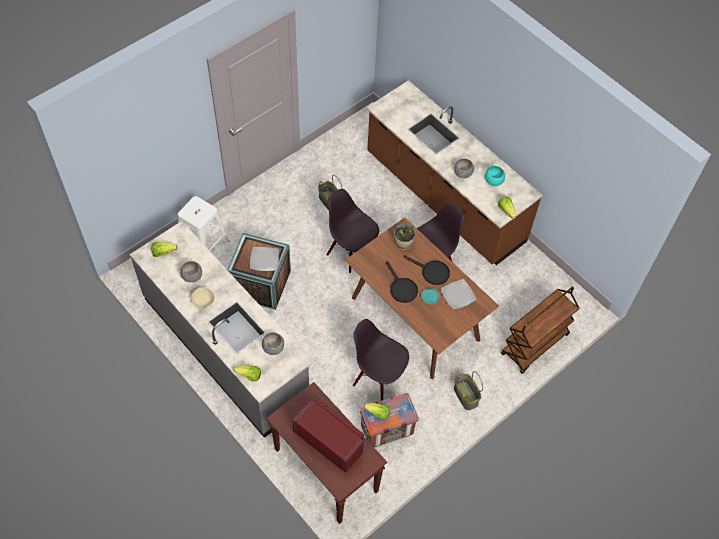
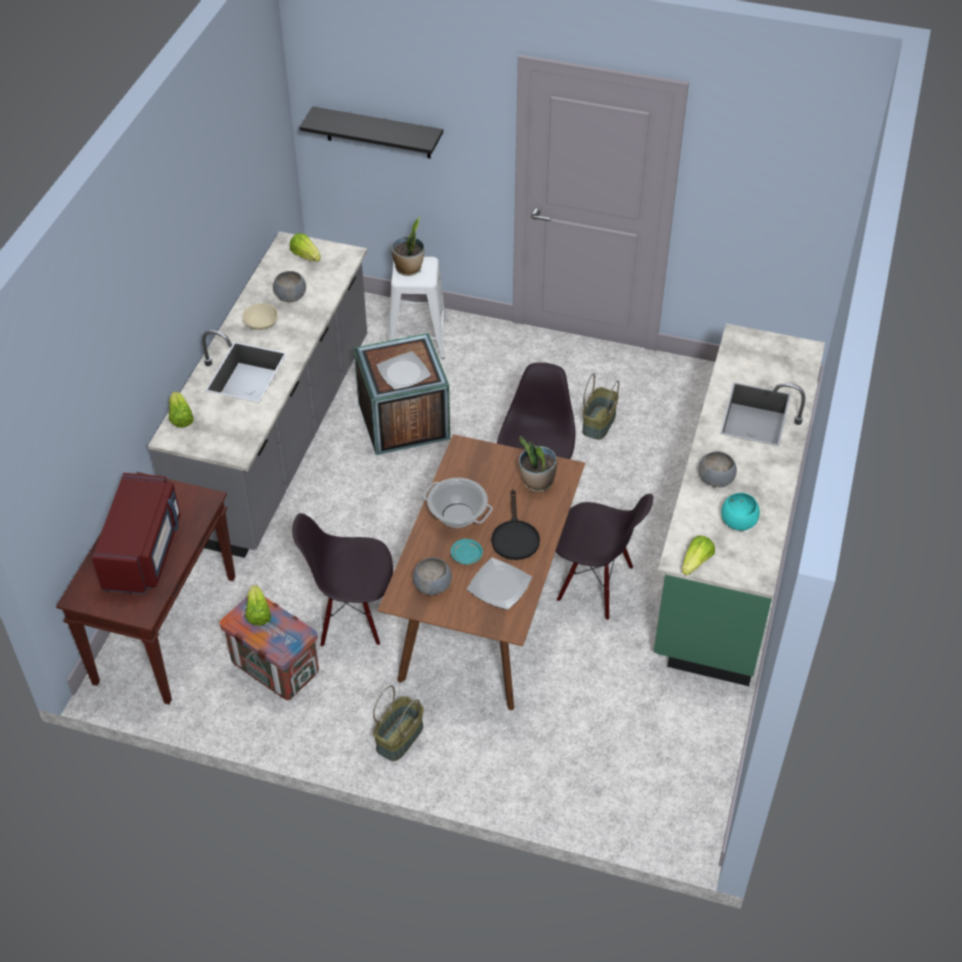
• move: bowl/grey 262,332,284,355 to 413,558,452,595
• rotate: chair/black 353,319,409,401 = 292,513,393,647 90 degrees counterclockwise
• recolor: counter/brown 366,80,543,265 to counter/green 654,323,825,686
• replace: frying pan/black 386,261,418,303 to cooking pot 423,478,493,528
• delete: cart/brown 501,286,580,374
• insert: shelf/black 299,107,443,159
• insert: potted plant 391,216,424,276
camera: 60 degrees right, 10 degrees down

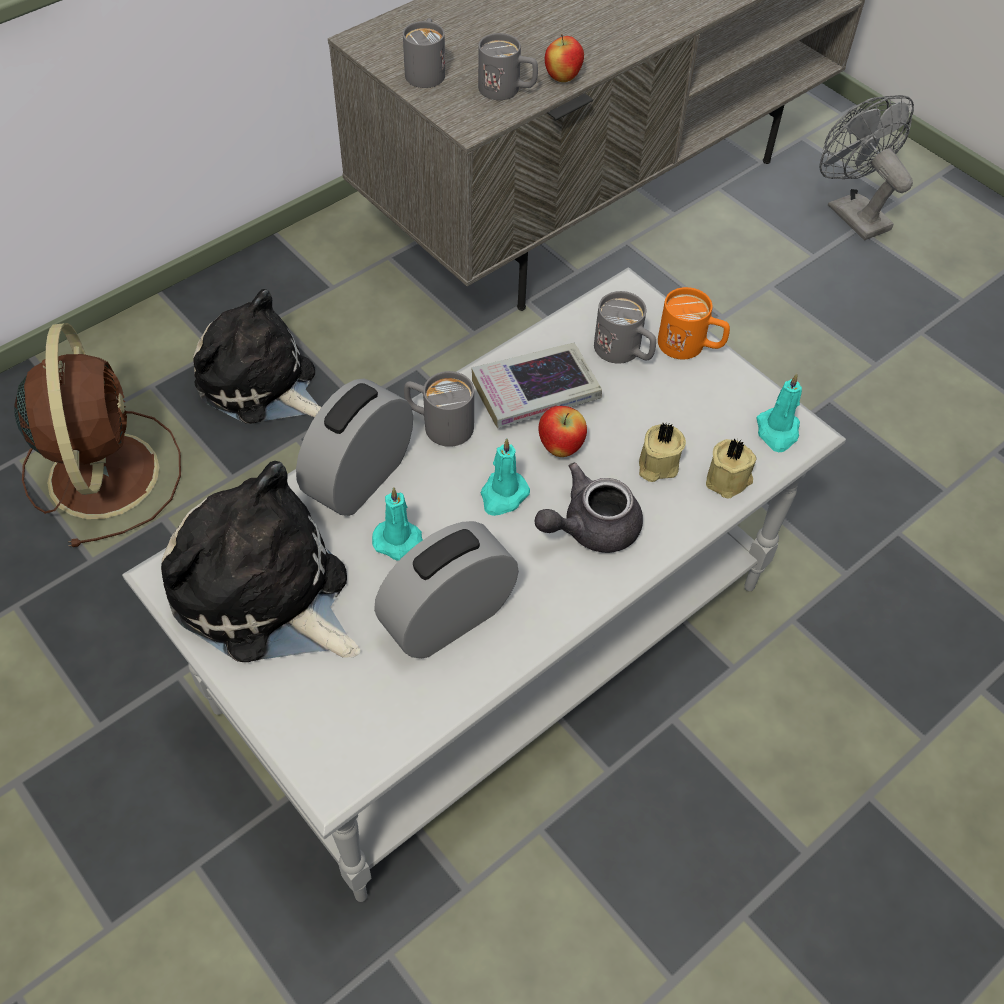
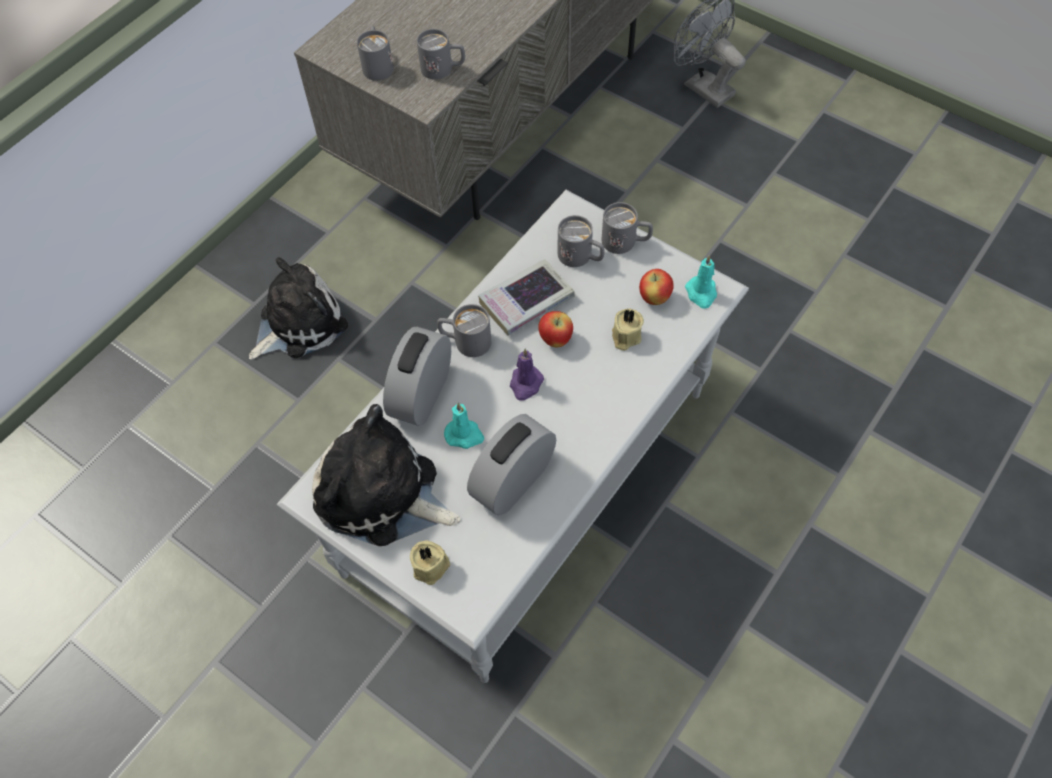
• delete: fan/brown 14,323,181,547
• rotate: plush toy 193,289,321,424 = 249,257,348,360 120 degrees clockwise
• recolor: candle/turquoise 481,438,530,516 to candle/purple 510,349,544,401
• delete: teapot/grey 534,463,643,553
• move: apple 545,34,584,82 to 639,269,674,305
• recolor: mug/orange 658,287,730,359 to mug/grey 602,202,653,254
• move: candle/beige 706,438,757,499 to 410,540,450,585
camera: 10 degrees left, 5 degrees up

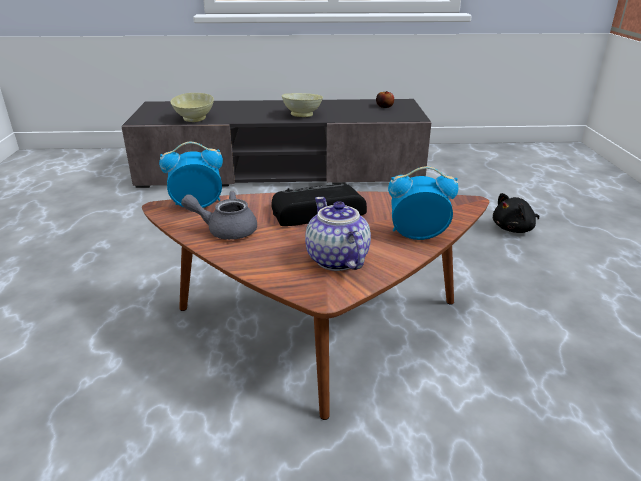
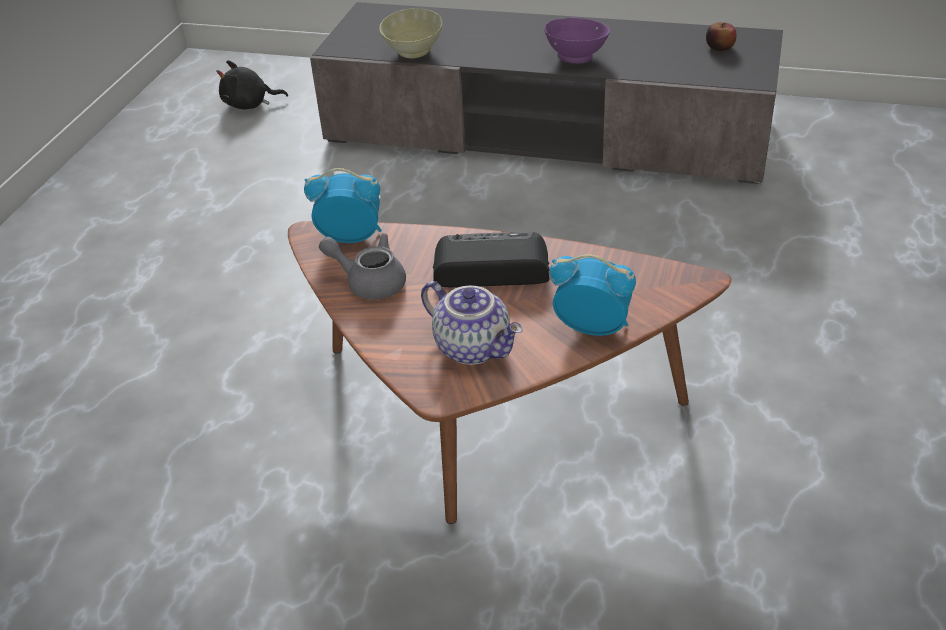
• recolor: bowl/beige 282,93,323,117 to bowl/purple 544,18,610,64
• rotate: teapot 305,197,371,271 = 421,281,523,365 135 degrees clockwise
• move: plush toy/black 493,193,539,233 to 216,60,288,110
camera: 20 degrees right, 10 degrees up

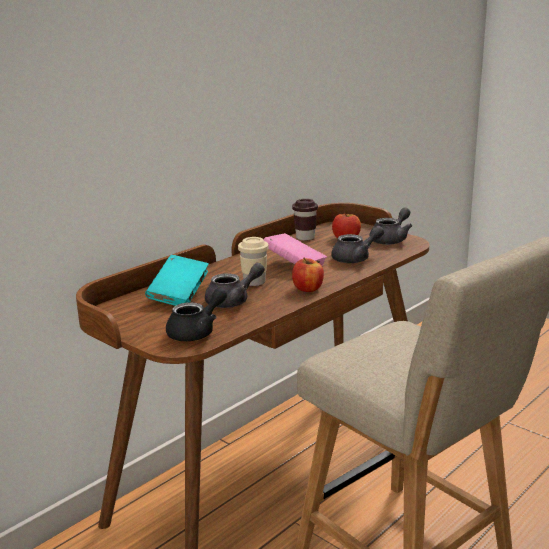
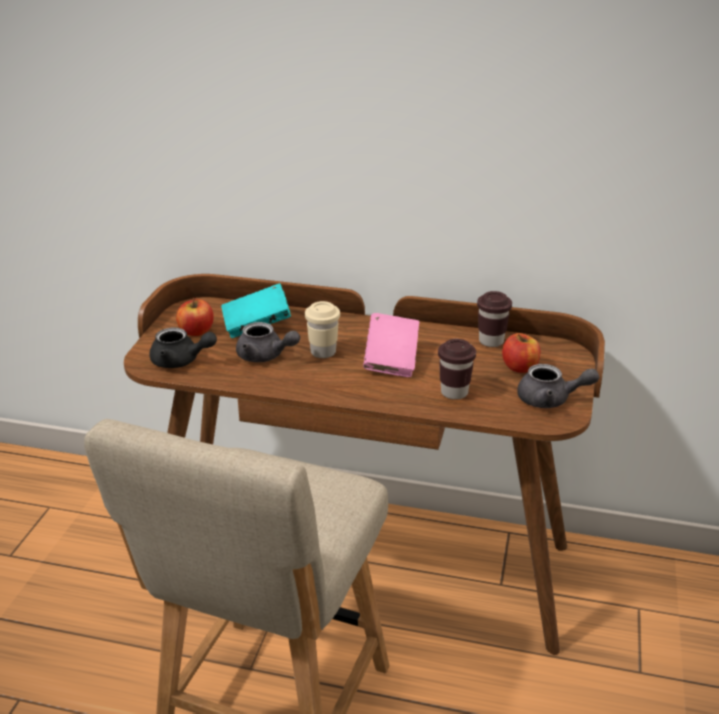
• move: apple 292,257,324,292 to 176,298,214,336
• replace: teapot/grey 331,226,384,263 to cup/brown 438,339,476,400
camera: 60 degrees right, 10 degrees up

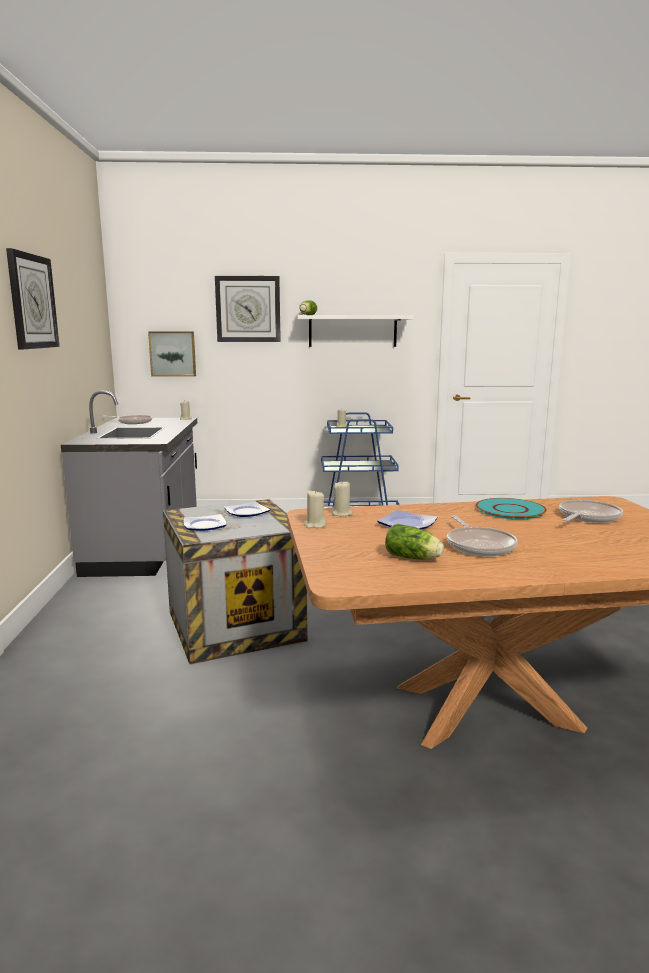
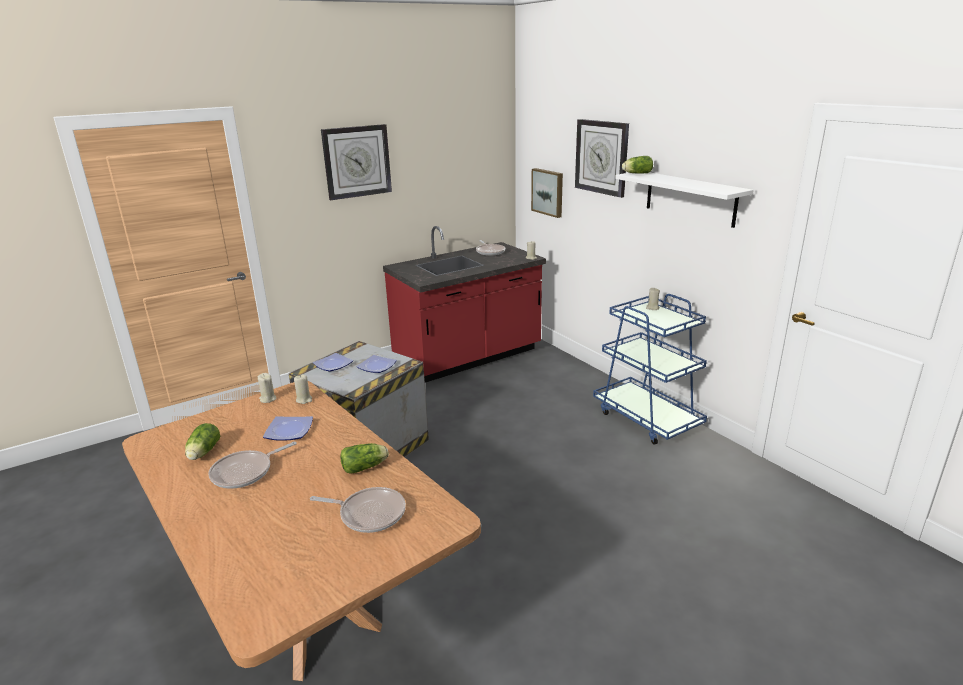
• recolor: counter/grey 61,391,197,577 to counter/red 383,226,546,383
• replace: plate/turquoise 476,498,547,519 to lettuce 340,443,389,474
camera: 60 degrees right, 10 degrees up

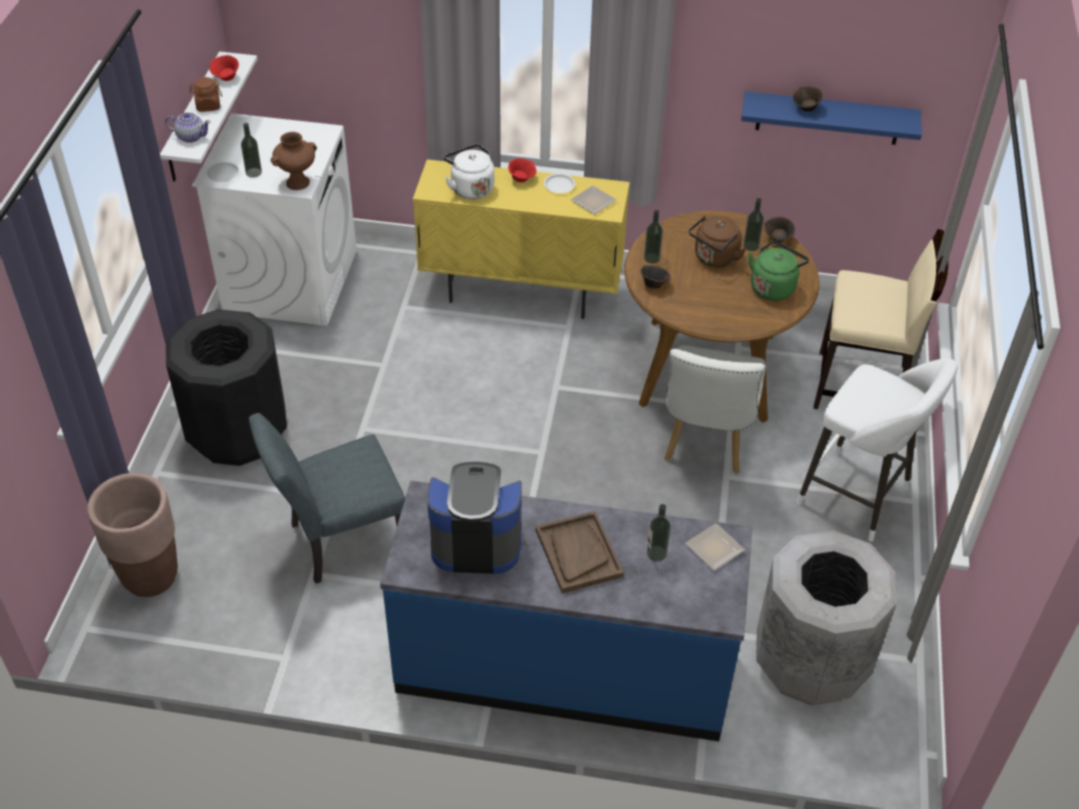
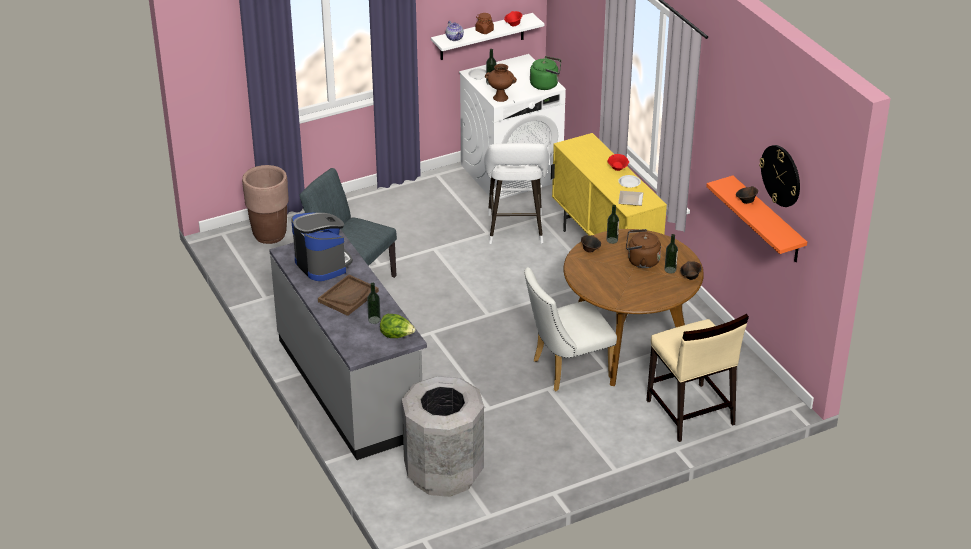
• delete: trash can/black 166,309,287,466
• recolor: counter/blue 380,481,752,741 to counter/grey 269,229,427,460
• delete: kettle/white 443,144,494,199
• replace: plate 685,523,745,570 to lettuce 380,314,415,338
• recolor: shelf/blue 741,91,922,145 to shelf/orange 706,175,807,262
• move: kettle/green 748,241,809,301 to 530,56,561,90
• move: stool/white 796,358,958,542 to 484,143,549,244
• insert: wall clock 759,145,800,207
camera: 55 degrees right, 10 degrees down

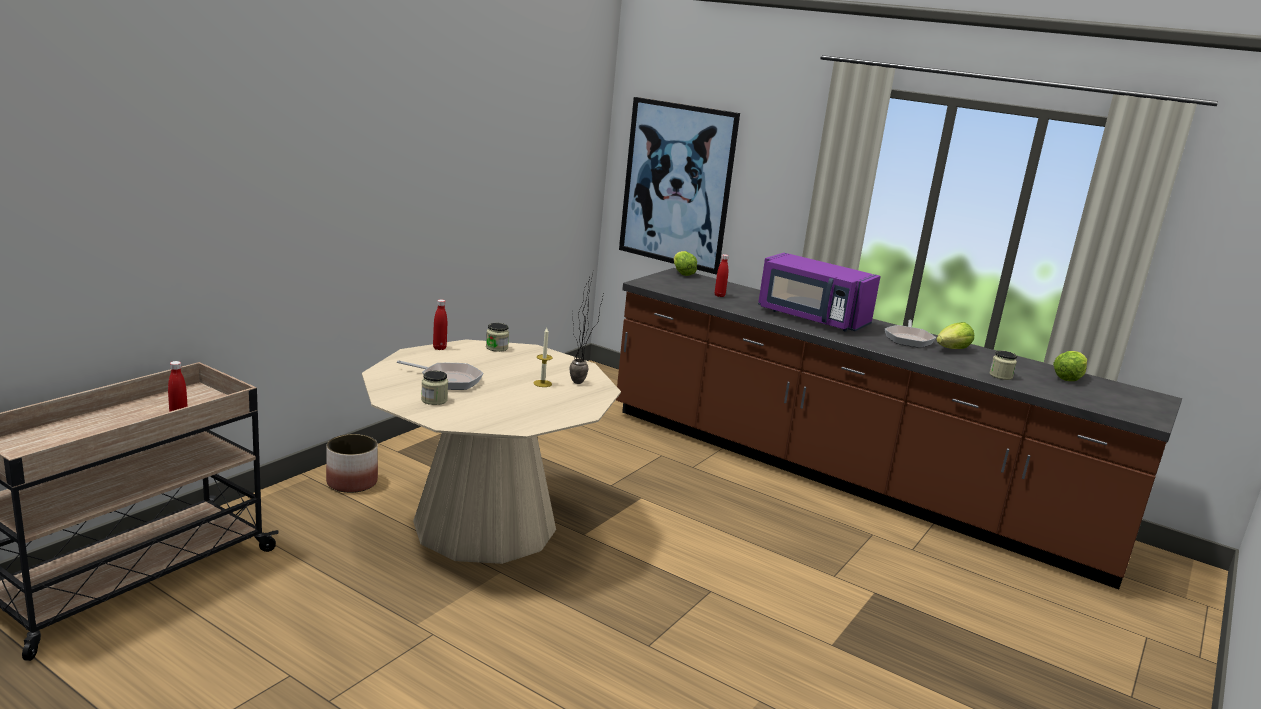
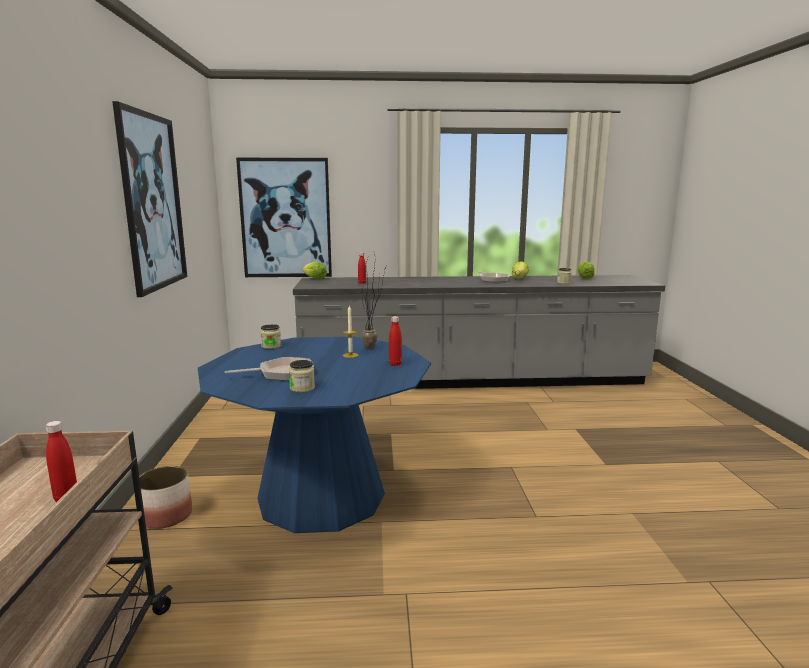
• recolor: dining table/beige 362,339,621,564 to dining table/blue 198,337,431,533
• move: bottle/red 433,299,447,350 to 389,316,402,366
• recolor: counter/brown 616,268,1182,590 to counter/grey 293,275,665,389
• delete: microwave/purple 758,253,881,332
• insert: picture 112,101,187,297
camera: 35 degrees left, 5 degrees down

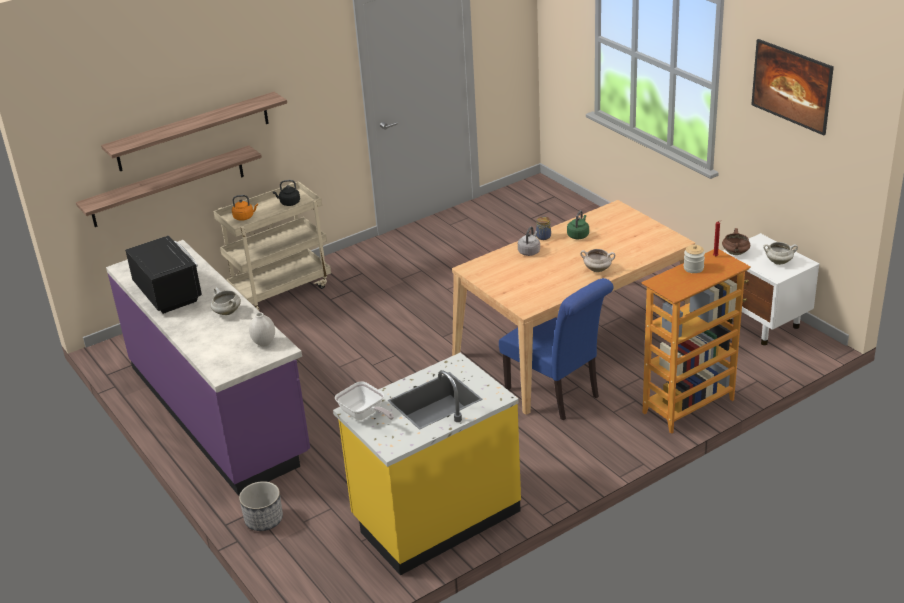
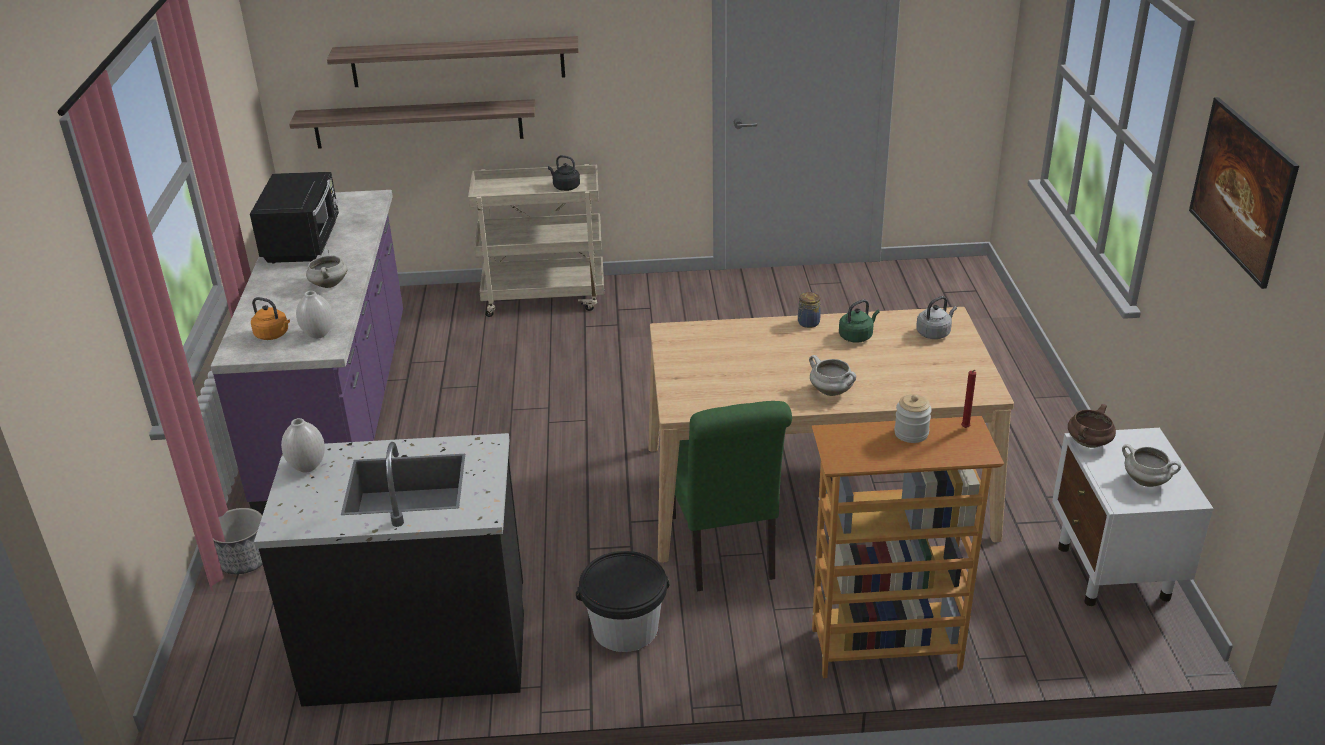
• move: kettle/orange 232,195,258,221 to 251,297,290,340
• recolor: counter/yellow 333,353,521,576 to counter/black 254,433,524,707
• replace: frying pan 335,381,394,420 to vase/white 281,418,325,473
• recolor: chair/blue 499,278,614,420 to chair/green 672,401,792,591
• move: kettle/grey 518,226,540,256 to 916,296,957,339
• insert: bucket/black 576,551,669,652
camera: 30 degrees right, 0 degrees up

